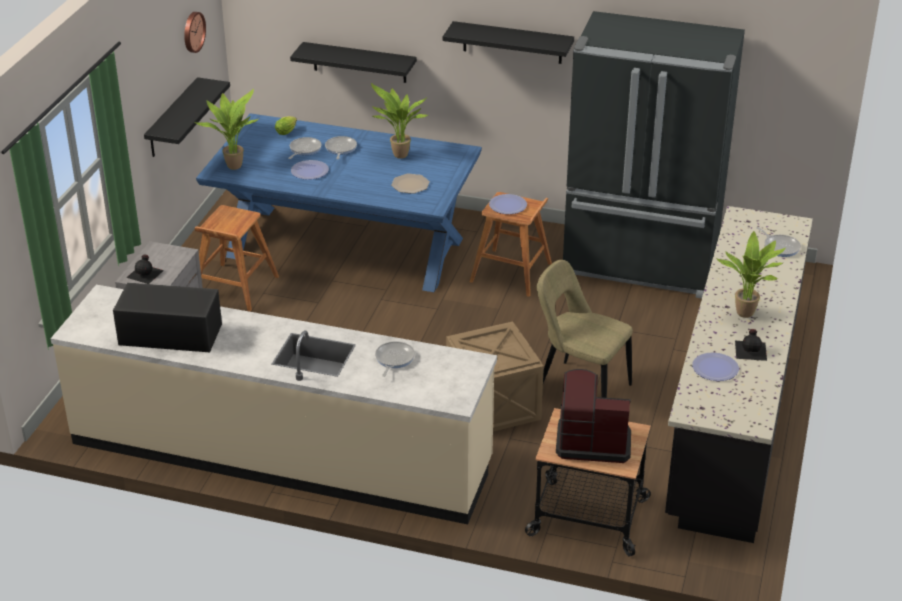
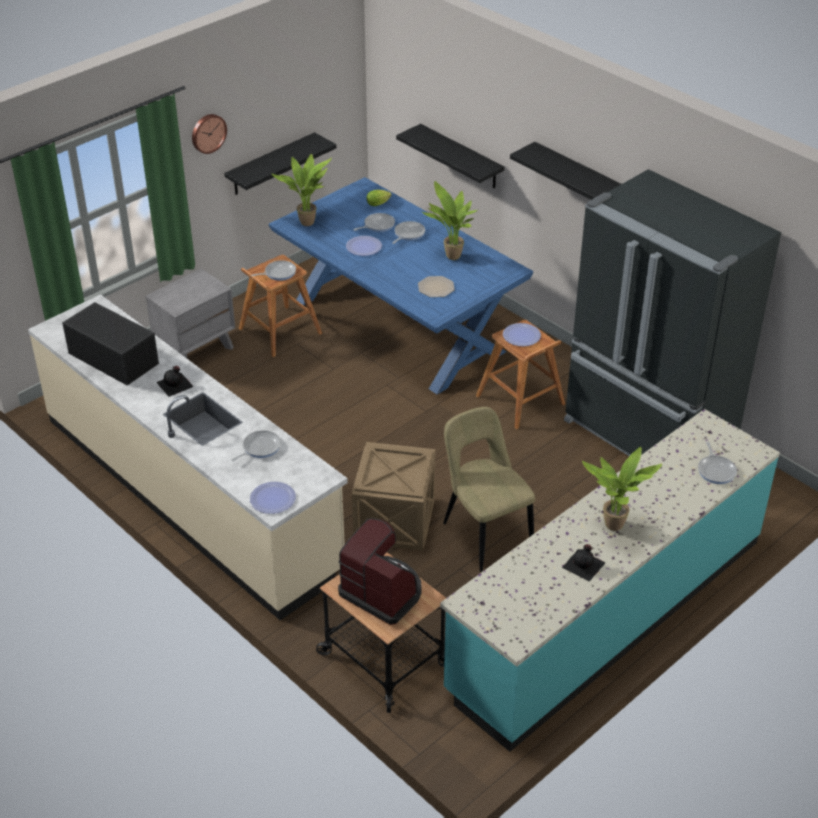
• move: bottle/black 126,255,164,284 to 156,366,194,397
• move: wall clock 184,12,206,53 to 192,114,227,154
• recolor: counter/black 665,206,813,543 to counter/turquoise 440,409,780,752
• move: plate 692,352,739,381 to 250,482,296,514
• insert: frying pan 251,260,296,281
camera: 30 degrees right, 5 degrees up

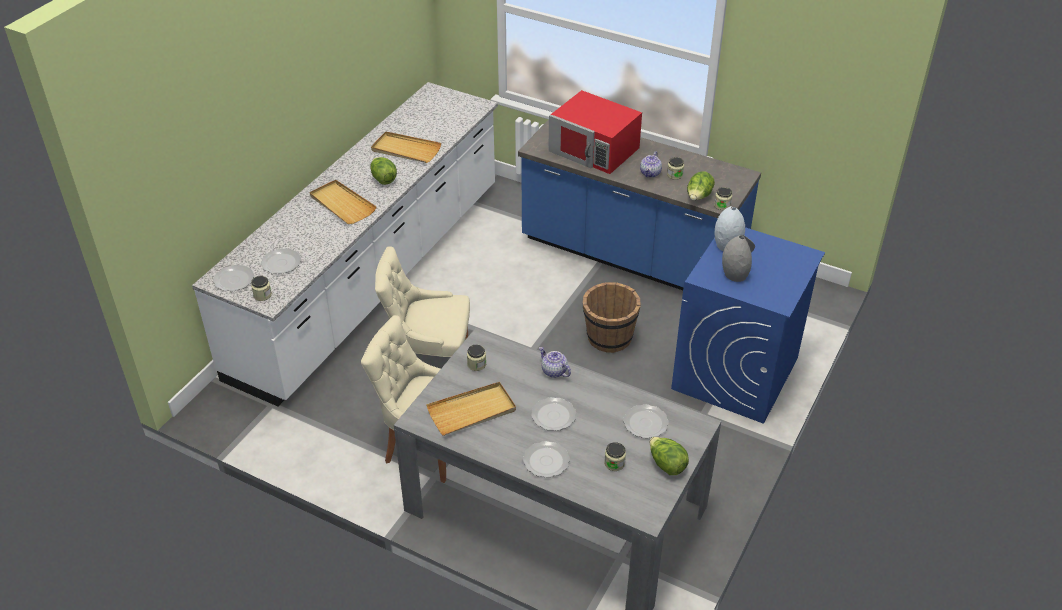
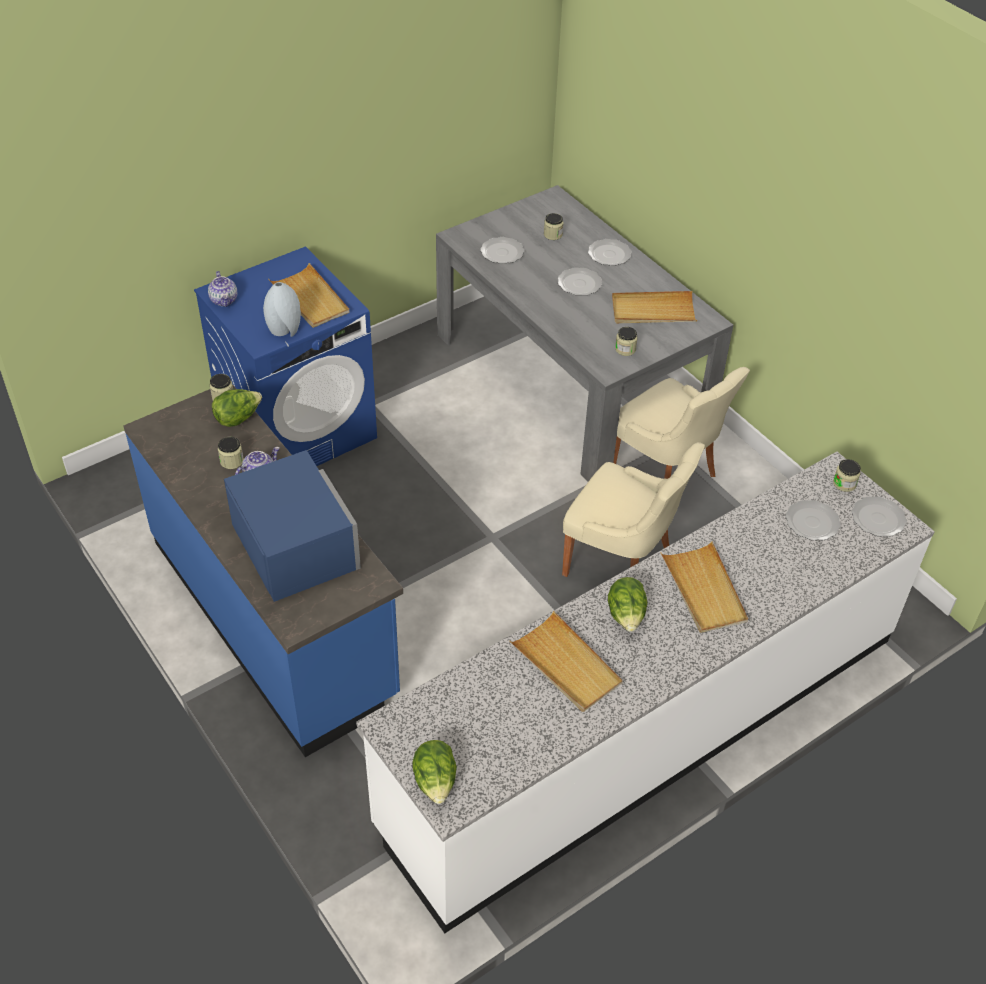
• move: teapot 539,347,571,378 to 208,271,238,307
• recolor: microwave/red 548,90,642,174 to microwave/blue 224,450,361,602
• delete: bucket/brown 583,282,641,353
• move: lettuce 650,437,689,475 to 412,740,457,804
• replace: vase/grey 722,235,755,282 to tray/beige 269,263,349,328
camera: 155 degrees left, 5 degrees up

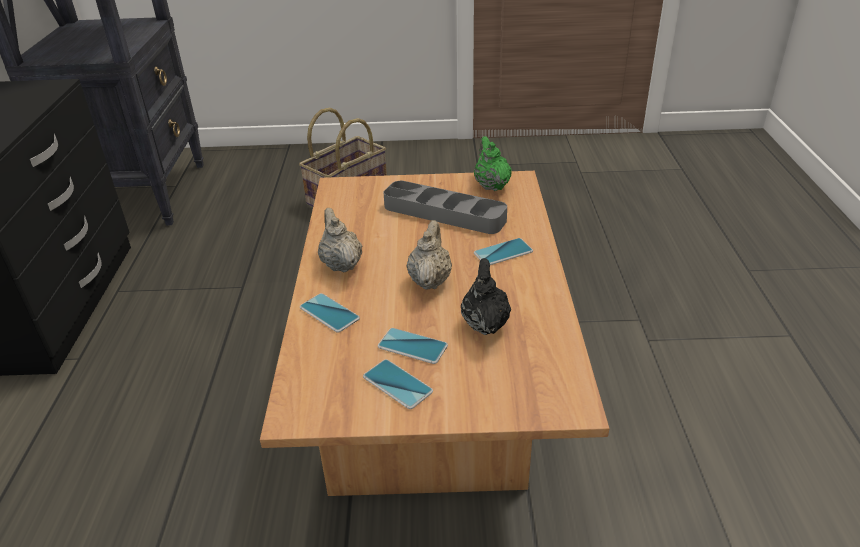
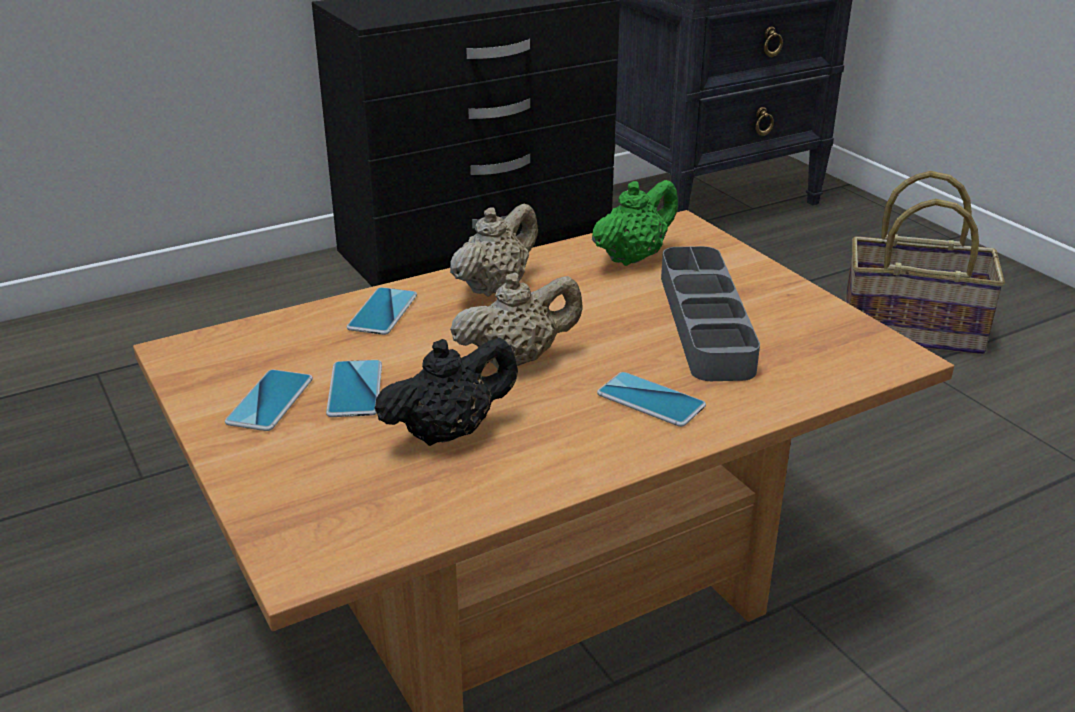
• move: teapot/green 474,136,512,191 to 592,180,678,266
camera: 60 degrees right, 5 degrees down

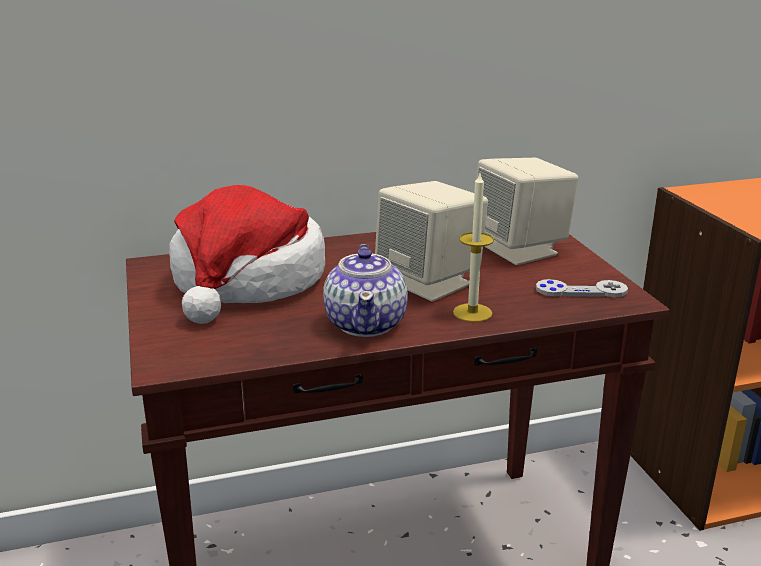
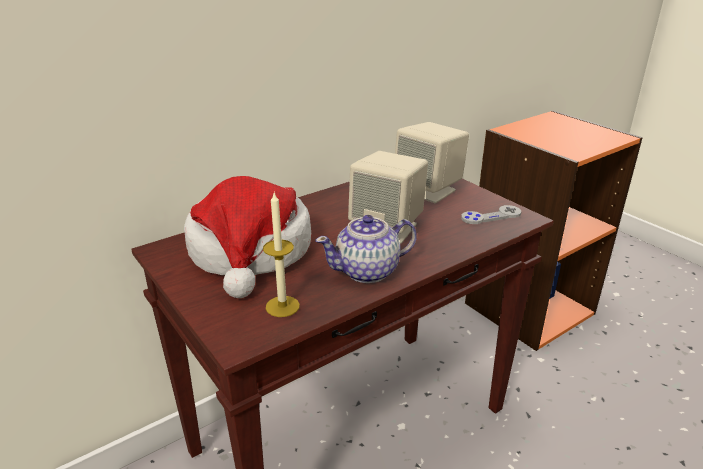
• rotate: teapot 323,244,408,337 = 315,215,417,283 90 degrees clockwise
• move: candle 453,173,494,322 to 263,193,300,317
camera: 20 degrees left, 5 degrees up

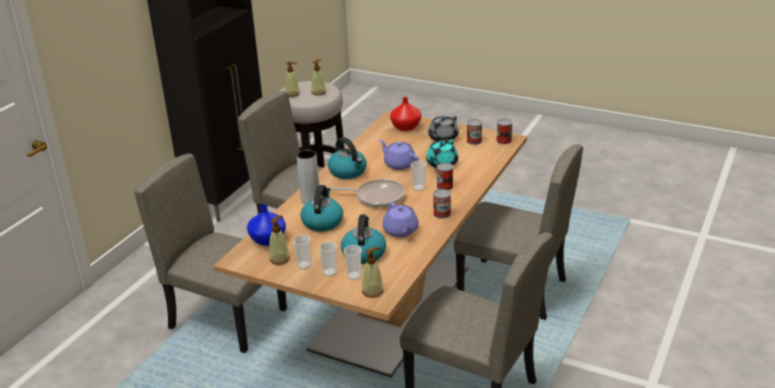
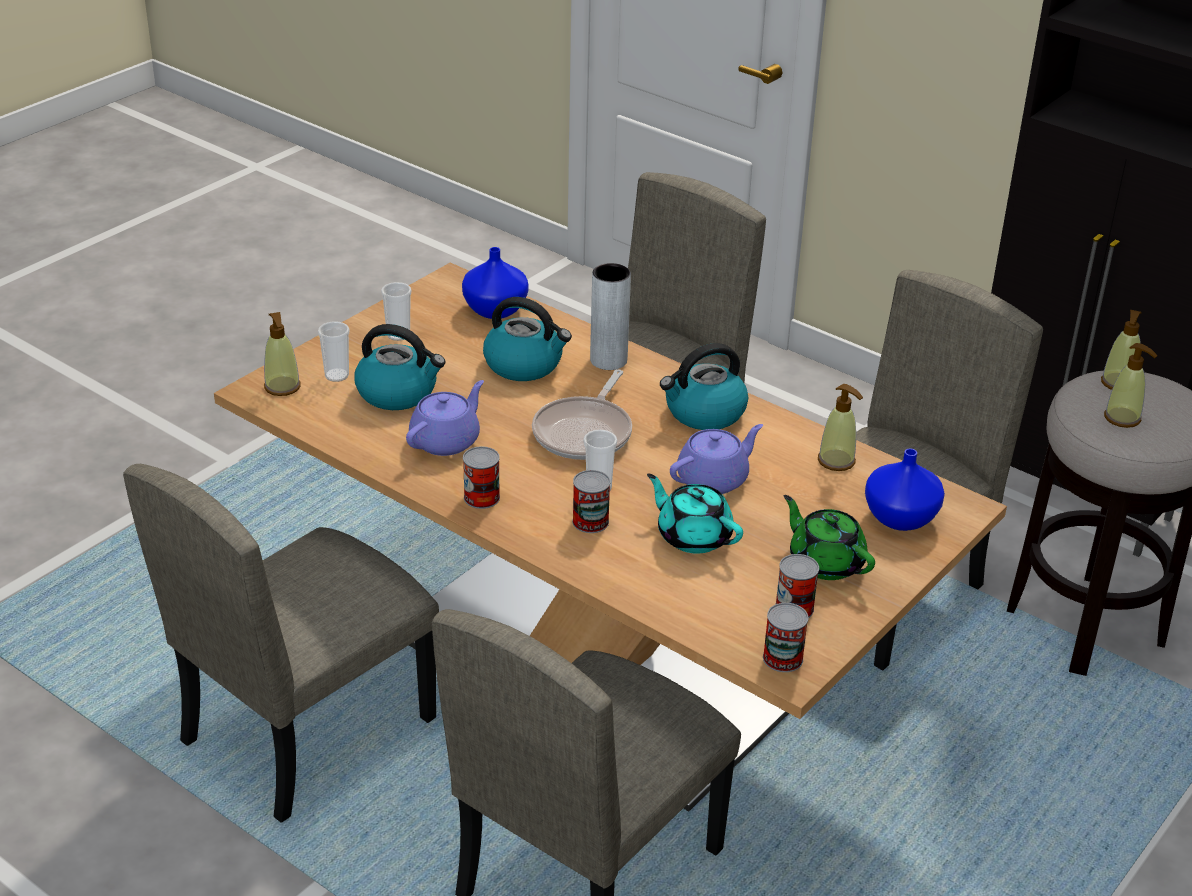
• move: soap dispenser 269,216,290,265 to 818,384,863,471
• delete: cup 319,242,337,276
• rotate: teapot/purple 382,202,419,237 = 406,380,484,456 135 degrees clockwise
• recolor: vase/red 390,97,421,131 to vase/blue 865,449,945,531
• recolor: teapot/grey 428,116,459,142 to teapot/green 784,495,875,580
camera: 100 degrees right, 5 degrees up

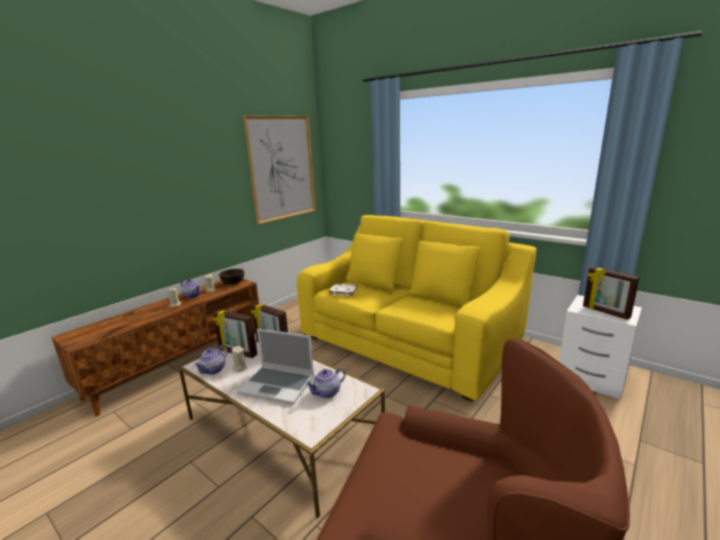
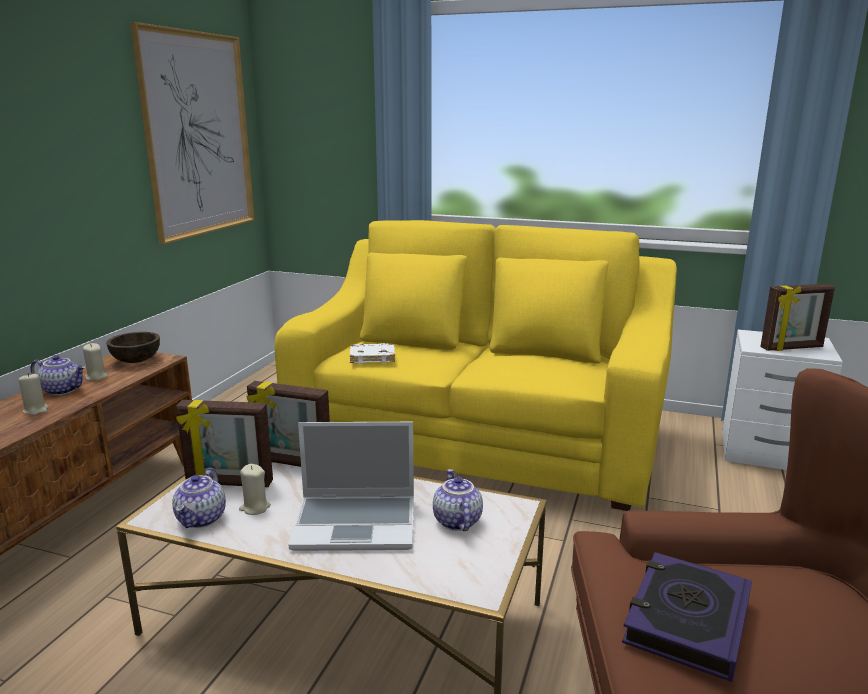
• rotate: teapot 305,367,346,398 = 433,469,483,531 135 degrees clockwise
• rotate: picture frame 583,266,640,320 = 760,284,835,351 45 degrees counterclockwise
• insert: book 622,552,752,682
camera: 20 degrees left, 0 degrees up

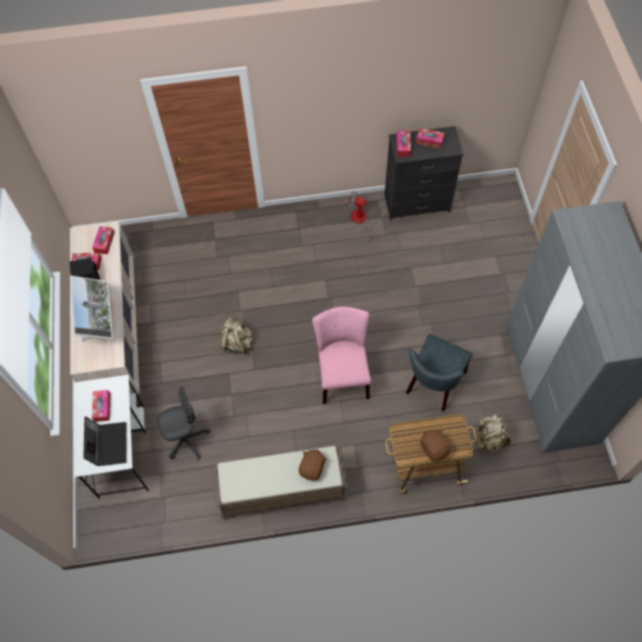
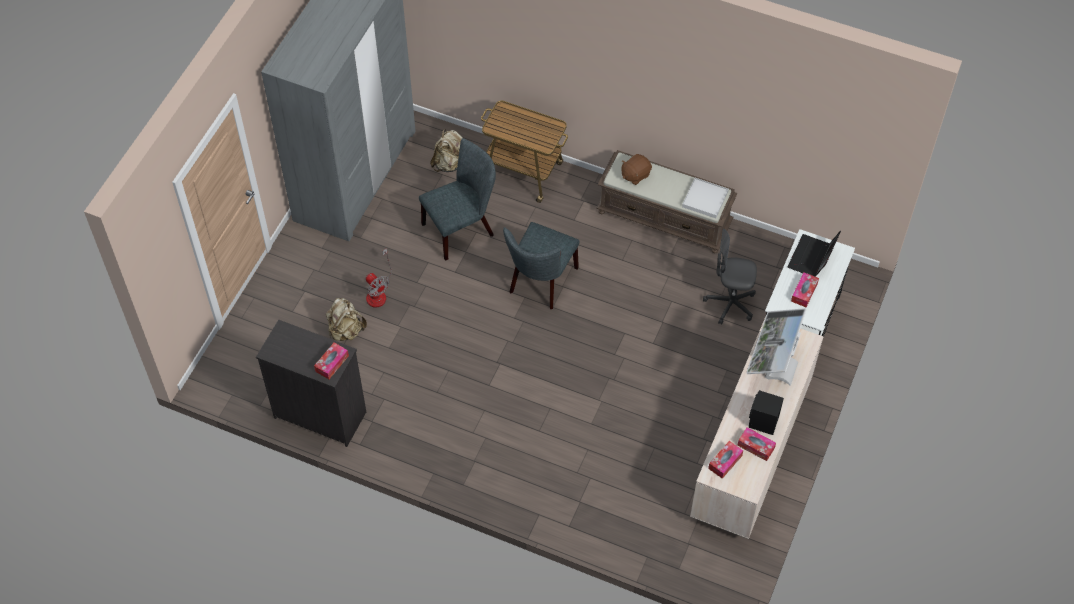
• move: backpack/beige 221,317,253,355 to 326,298,367,341
• recolor: chair/pink 312,307,371,404 to chair/grey 503,222,579,309
• move: fan 348,190,375,243 to 366,248,392,308
• delete: tissue box 416,128,444,148
• delete: plush toy/brown 420,429,451,461
• insert: tray/white 682,178,729,218
camera: 150 degrees left, 5 degrees down

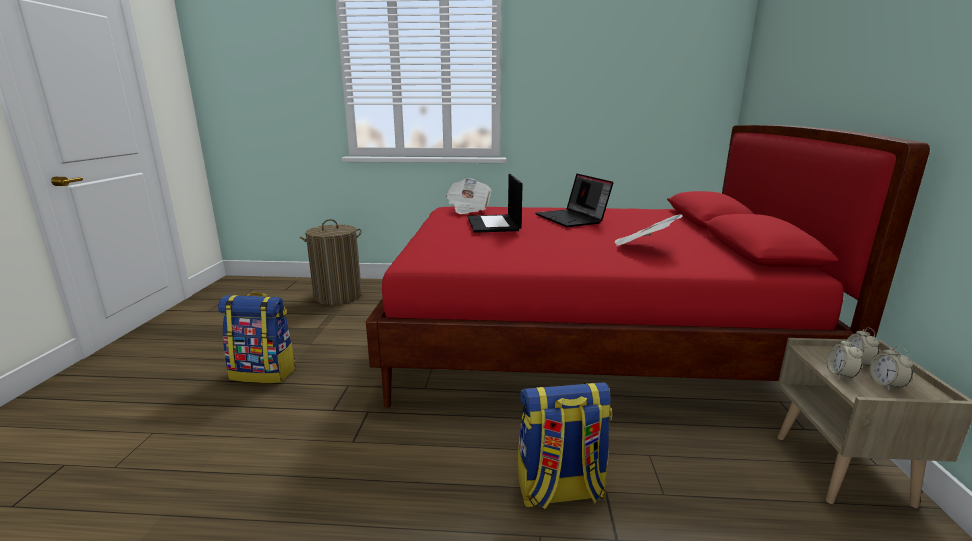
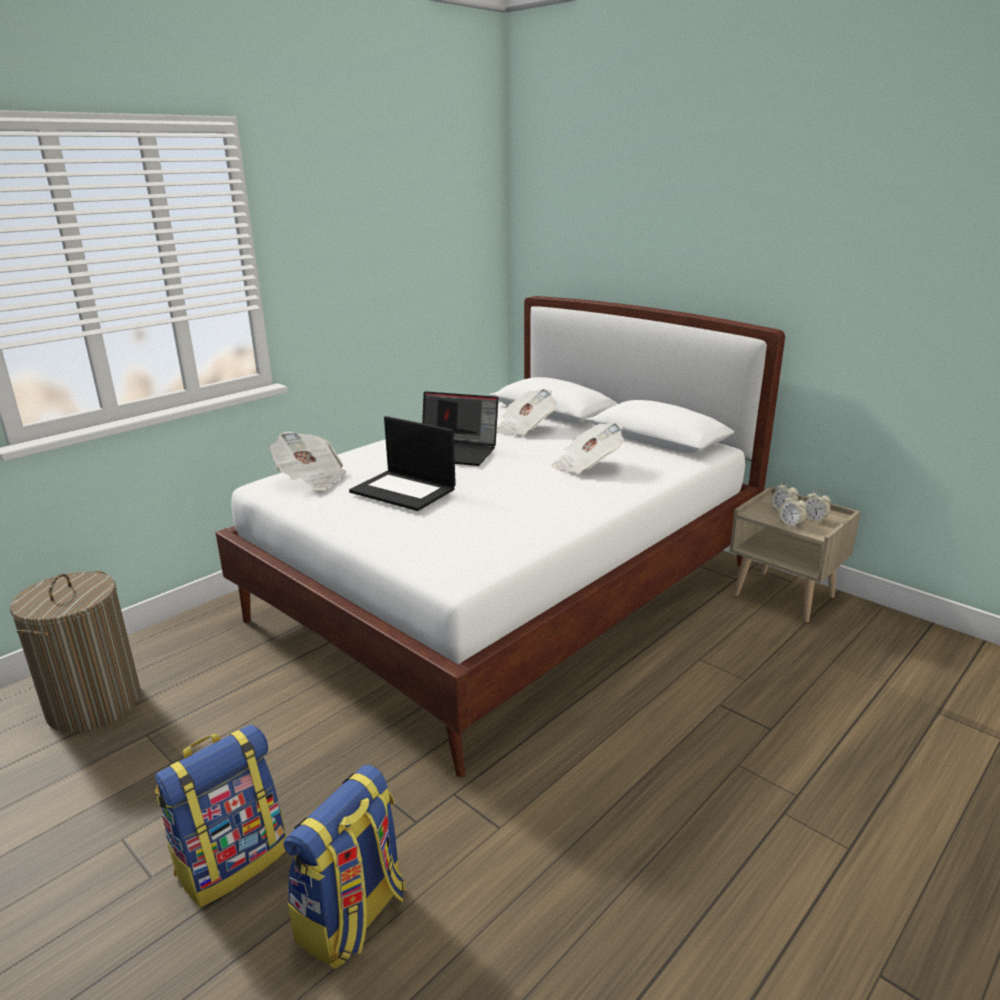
• recolor: bed/red 366,125,930,408 to bed/white 215,296,785,777
• move: backpack 518,382,612,509 to 283,764,405,969
• insert: newspaper 496,389,557,435
camera: 50 degrees left, 5 degrees up

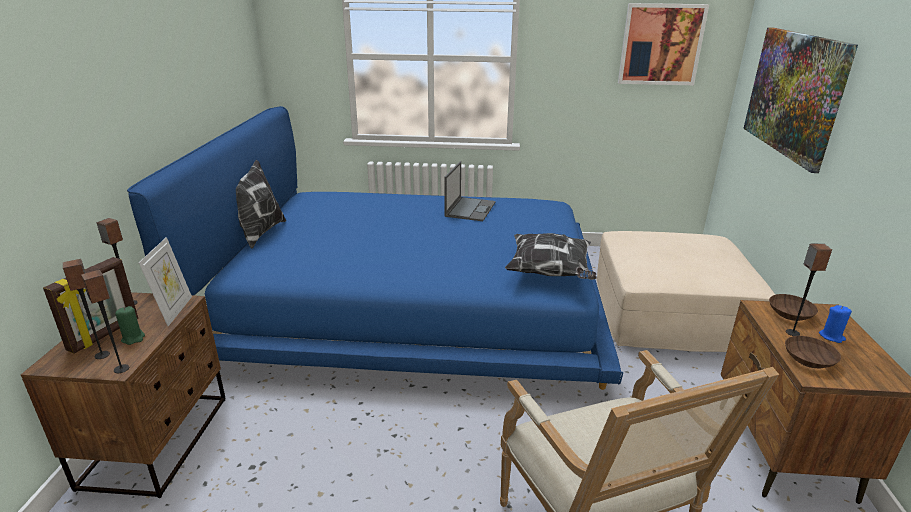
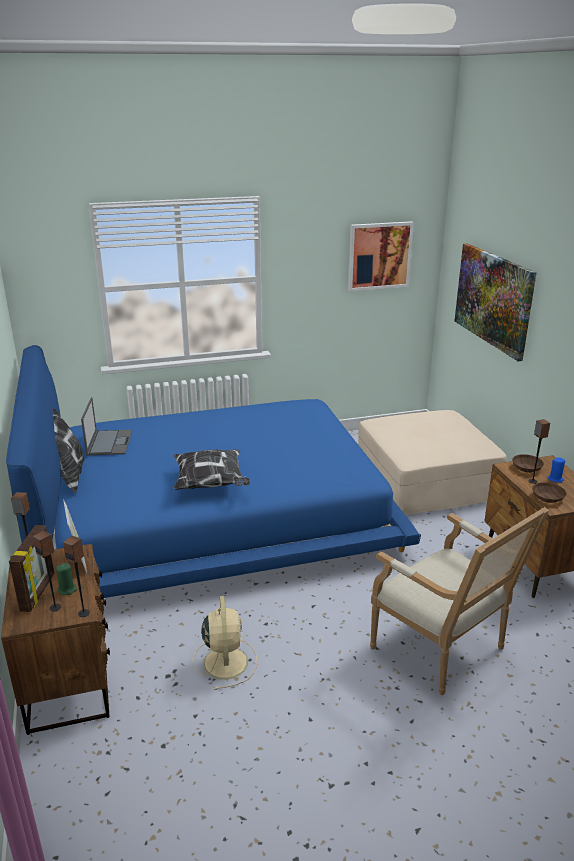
• move: laptop 445,161,496,221 to 81,397,132,455
• move: pillow 505,233,597,280 to 174,449,250,490
• insert: fan/beige 193,596,257,690
camera: 20 degrees left, 0 degrees up

